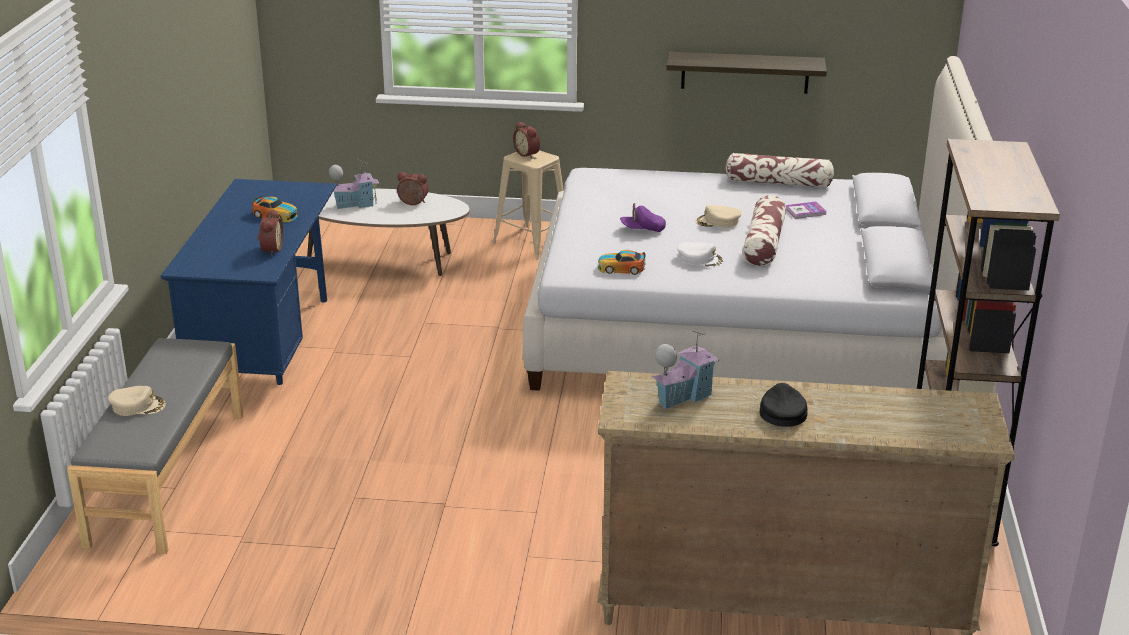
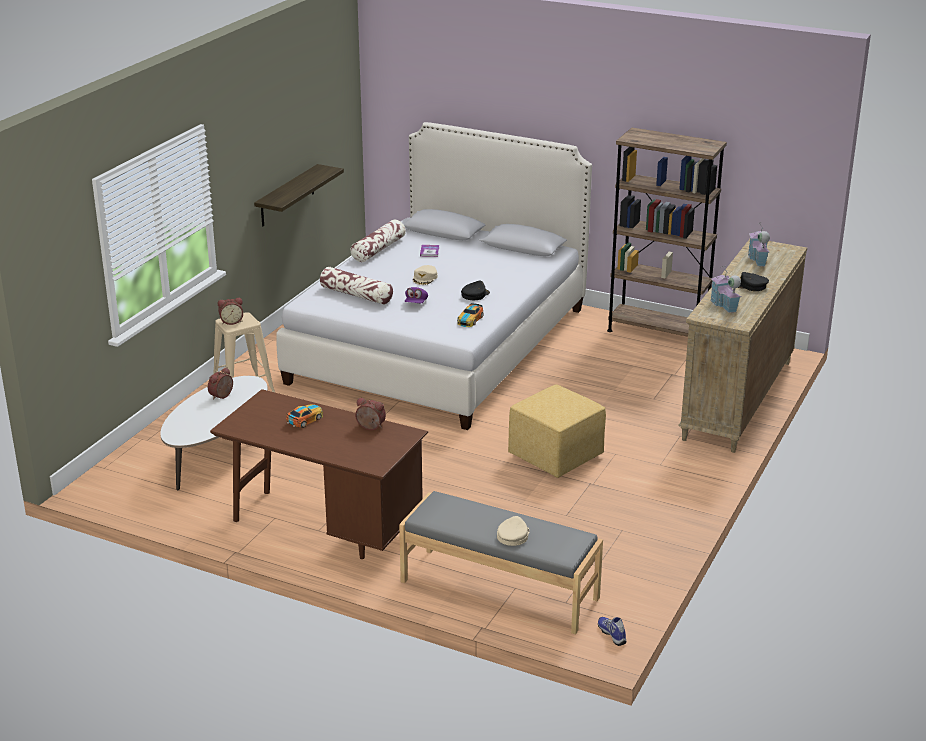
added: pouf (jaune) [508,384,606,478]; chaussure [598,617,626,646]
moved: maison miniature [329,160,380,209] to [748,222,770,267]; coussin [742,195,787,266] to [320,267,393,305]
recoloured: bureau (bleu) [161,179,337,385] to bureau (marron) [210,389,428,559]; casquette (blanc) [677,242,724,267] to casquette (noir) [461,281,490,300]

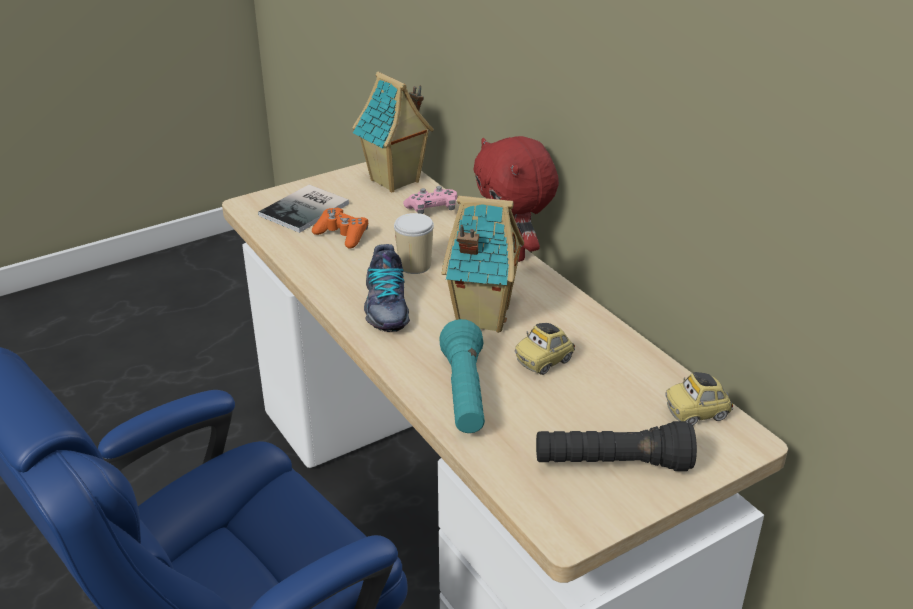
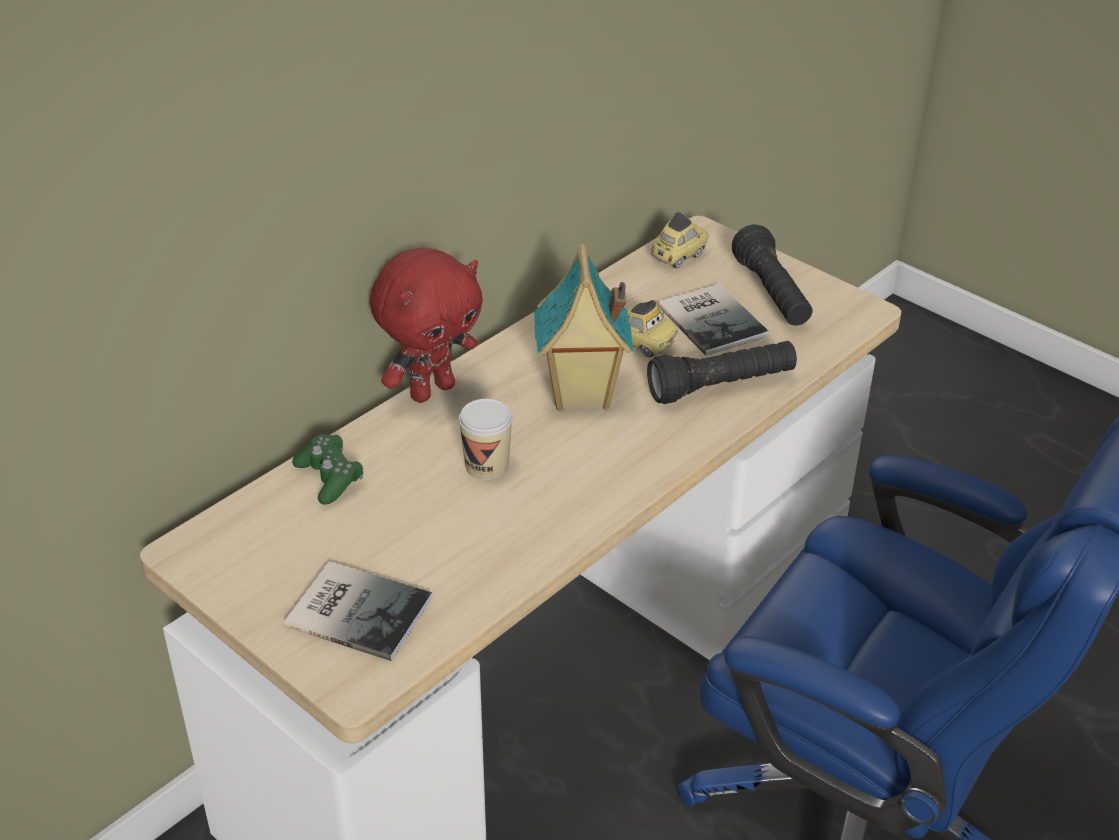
removed: manette (orange) [312,208,368,249]; maison miniature [353,72,434,192]; chaussure [364,244,410,332]
added: livre [657,284,769,356]
recoloured: manette (rose) [403,186,457,214] to manette (vert) [292,434,363,505]; lampe de poche (turquoise) [439,319,485,433] to lampe de poche (noir) [647,341,797,404]
turned: petite voiture [665,372,733,425] = [651,212,708,268] 105 degrees counterclockwise

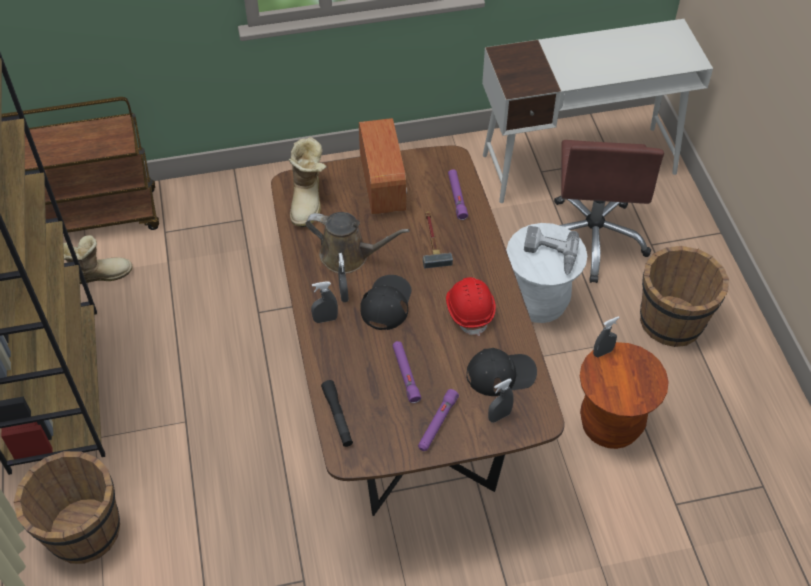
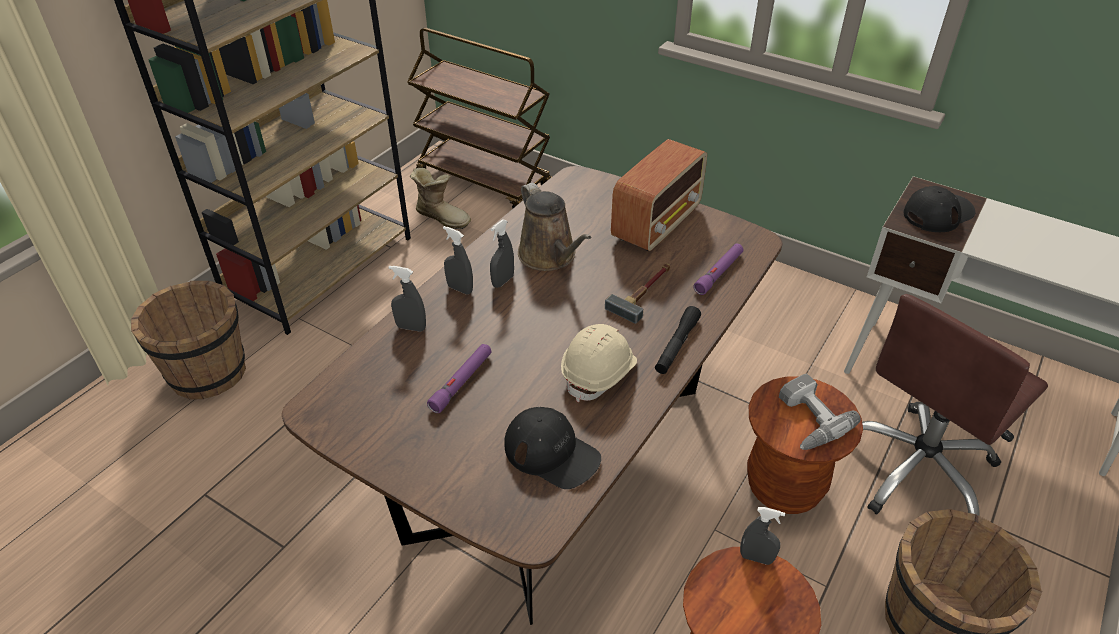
removed: botte [289,137,327,227]; lampe de poche (violet) [418,389,459,451]
moved: lampe de poche (noir) [321,380,353,447] to [655,306,701,374]; casquette (noir) [360,275,411,330] to [904,186,975,232]; vaporisateur (gris) [488,379,514,423] to [389,266,426,332]
recoloured: casque de chantier (rouge) [446,277,496,336] to casque de chantier (beige) [561,324,637,402]; tabouret (blanc) [506,223,587,323] to tabouret (marron) [747,377,863,514]

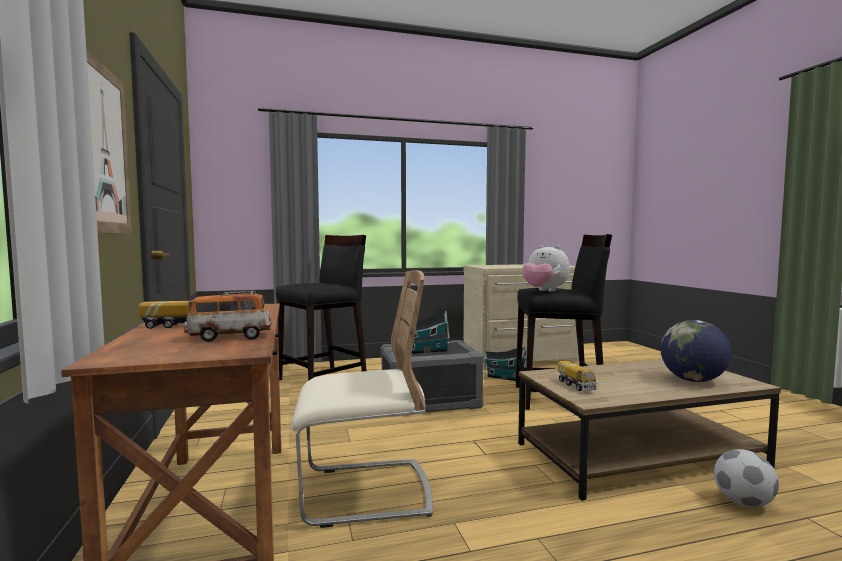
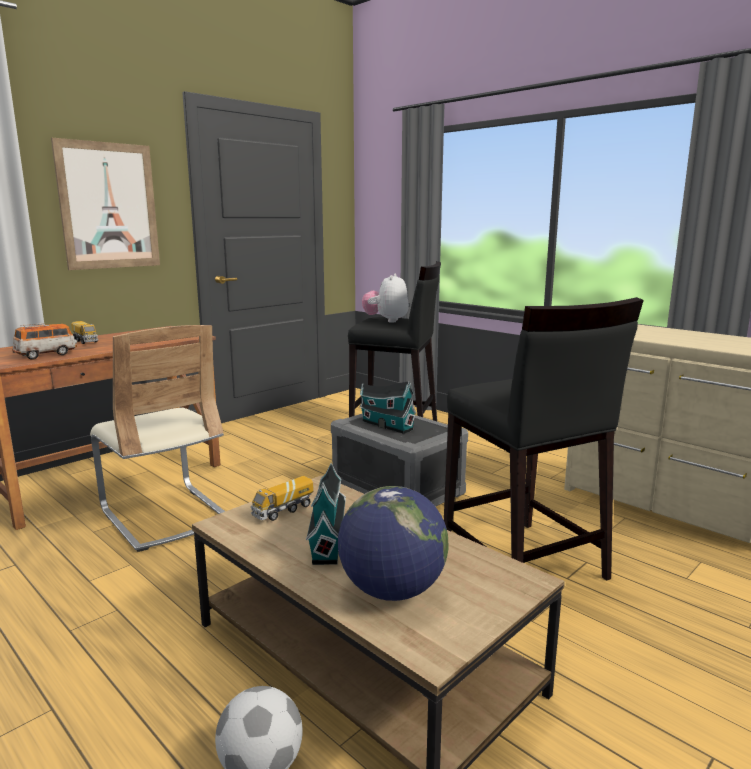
moved: maison miniature [484,347,527,381] to [306,463,346,565]; peluche [522,245,570,292] to [362,274,409,323]
turned: petite voiture [184,291,272,342] = [12,323,77,360] 90 degrees clockwise

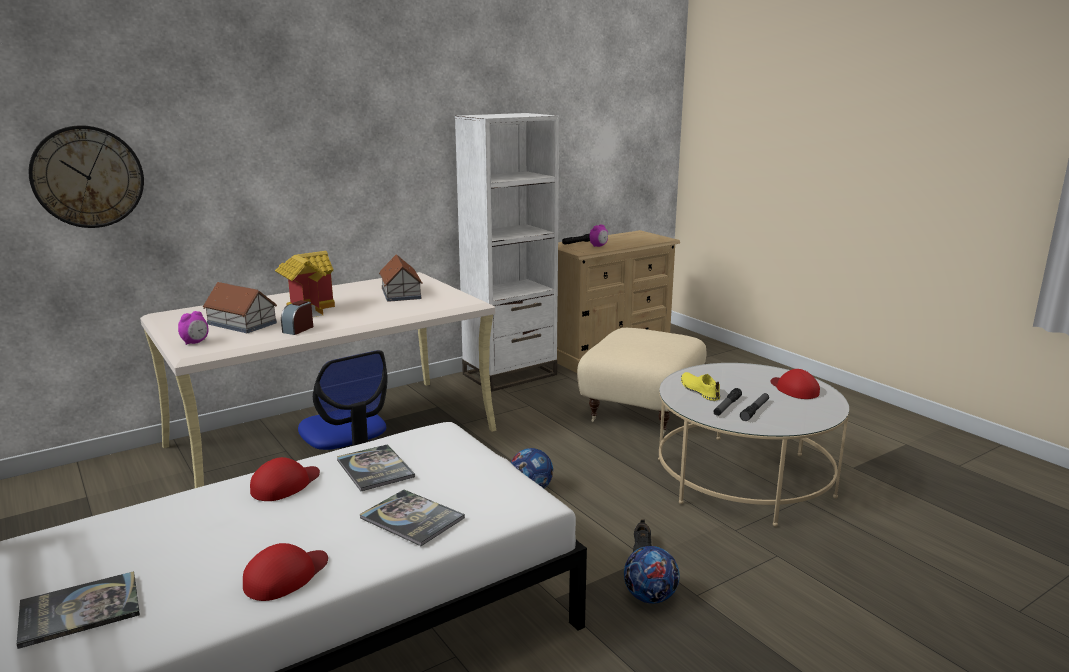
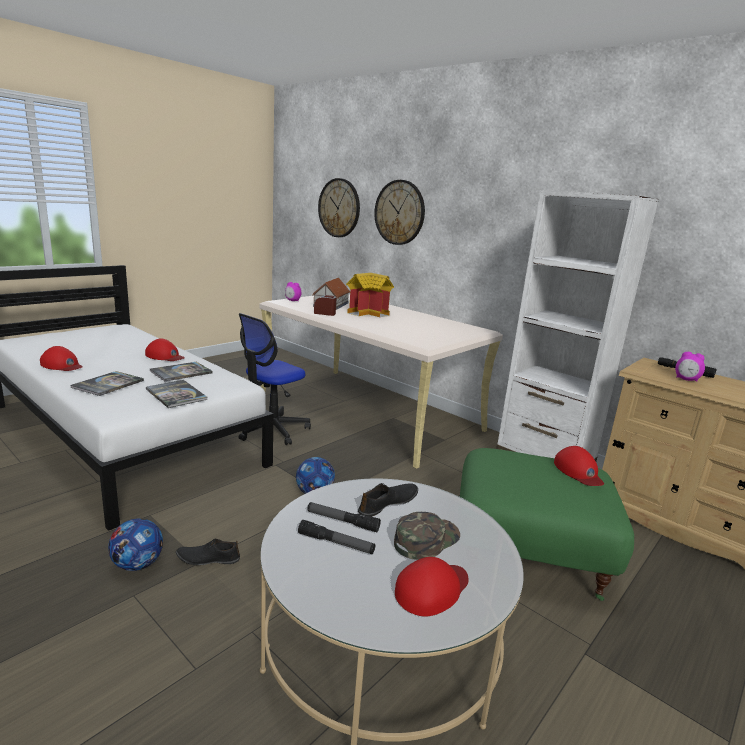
removed: maison miniature [379,254,423,302]
added: horloge murale [374,180,425,245]; casquette (vert) [394,512,460,560]; casquette (rouge) [554,446,604,486]
moved: livre [17,571,140,649] to [146,380,208,408]
recoloured: pouf (beige) [577,328,706,435] to pouf (vert) [460,448,634,601]; chaussure (jaune) [681,372,720,401] to chaussure (noir) [358,483,418,517]

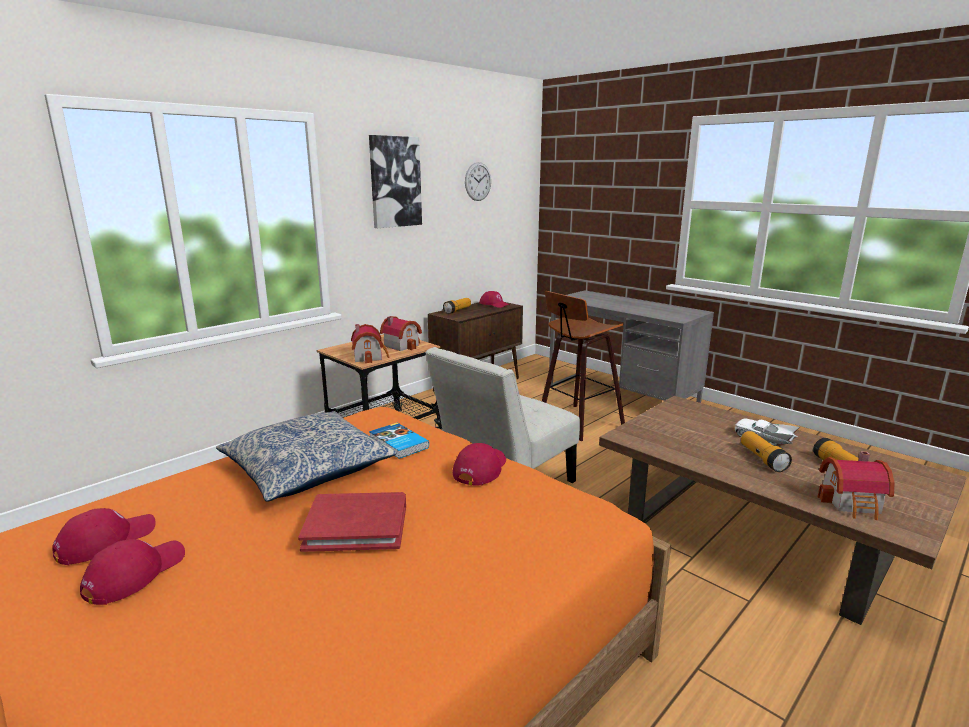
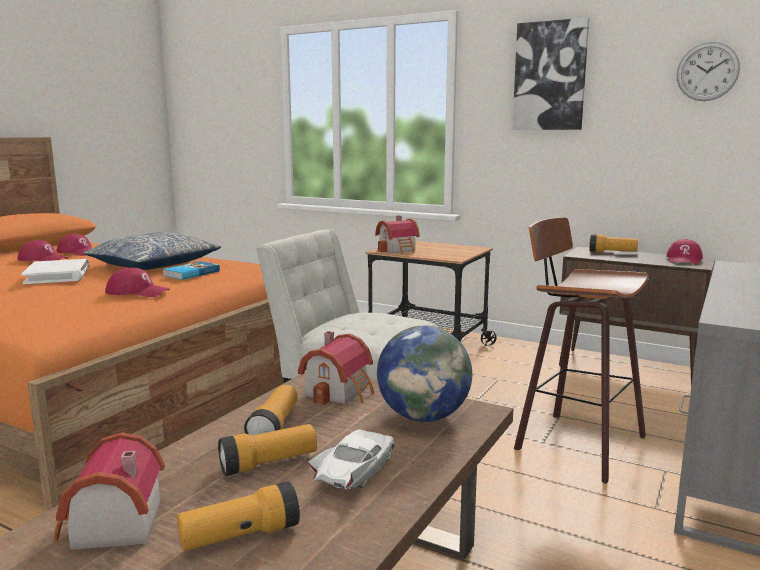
added: lampe de poche [244,385,297,435]; globe [377,326,472,422]
moved: maison miniature [380,316,422,351] to [298,331,374,405]
recoloured: livre (rouge) [298,492,406,552] to livre (blanc) [22,259,90,284]

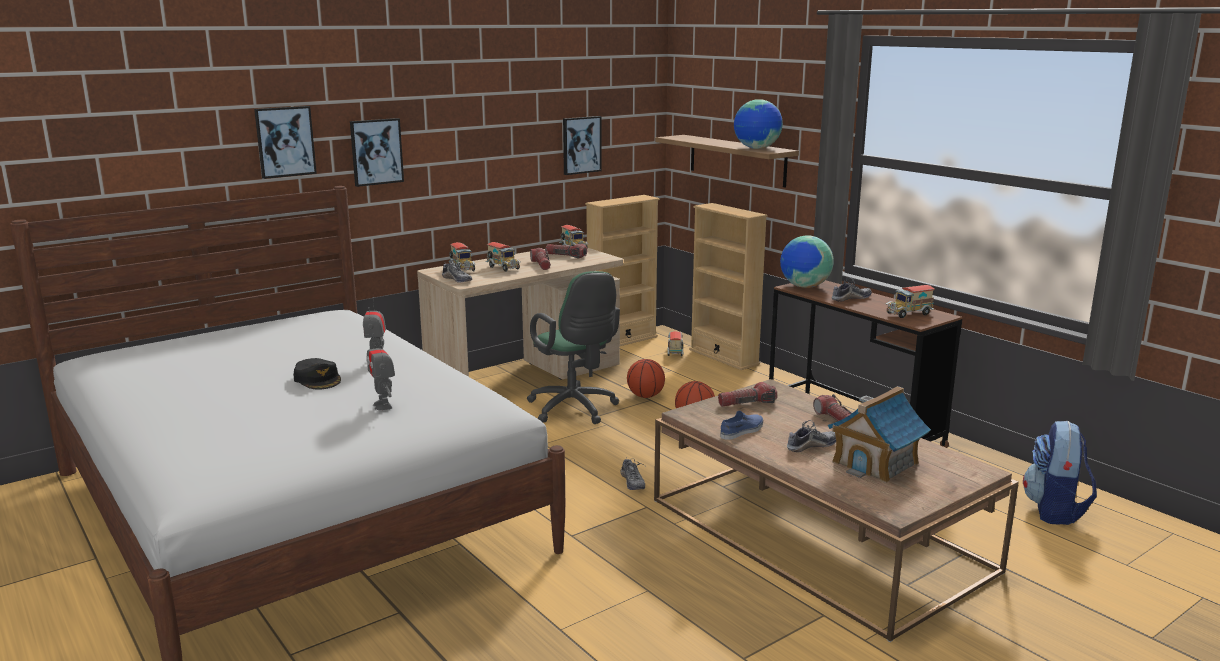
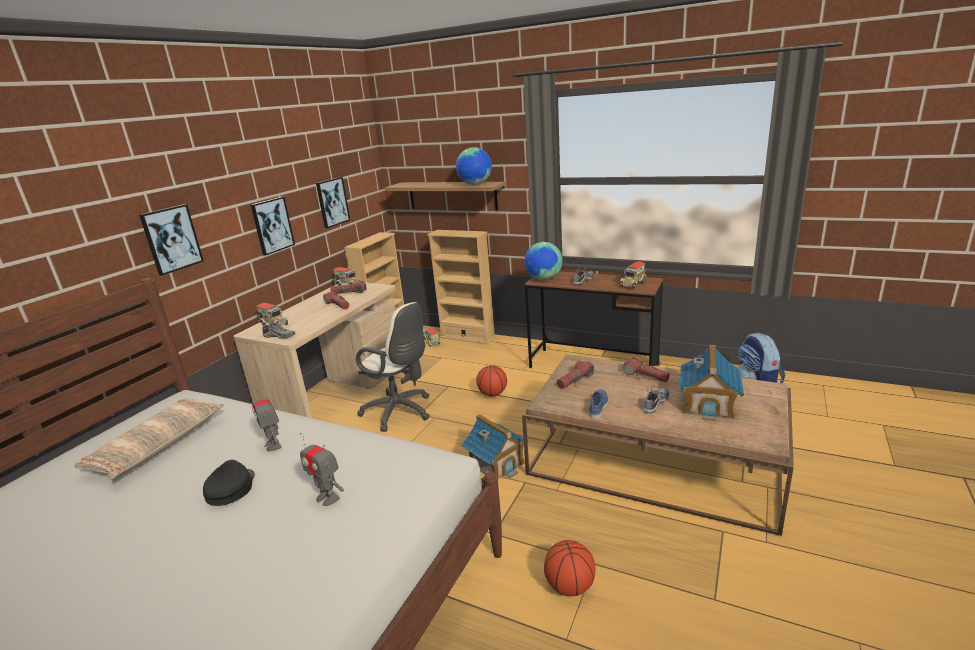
removed: camion jouet [485,242,521,272]
added: coussin [74,398,224,480]
moved: tableau [254,106,317,179] to [251,197,295,256]; ballon de basket [627,359,665,398] to [544,540,596,596]
replaced: chaussure [620,457,645,490] to maison miniature [462,414,525,478]
recoloured: chaise de bureau (vert) [527,271,620,424] to chaise de bureau (blanc) [356,302,430,432]
turned: casquette (noir) [293,358,341,390] = [203,460,254,506] 120 degrees counterclockwise

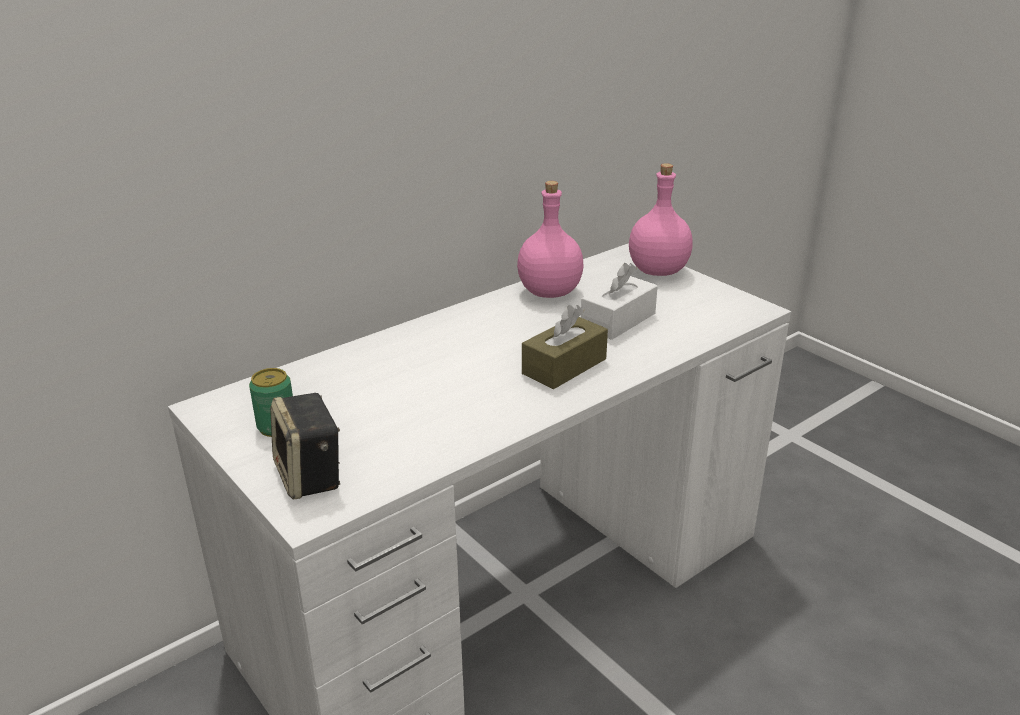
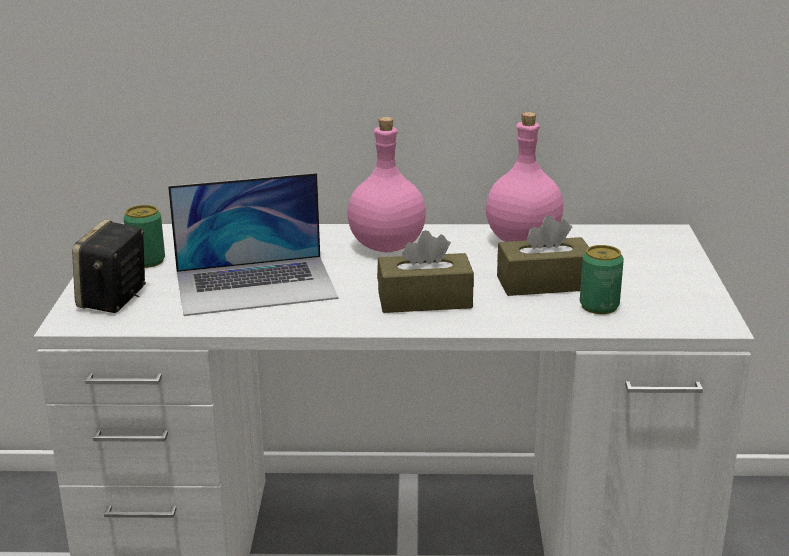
added: ordinateur portable [168,173,339,316]; boîte métallique [580,245,624,314]
moved: bouteille (rose) [629,163,693,276] to [347,117,426,253]
recoloured: boîte à mouchoirs (blanc) [581,263,658,340] to boîte à mouchoirs (marron) [497,215,589,296]

